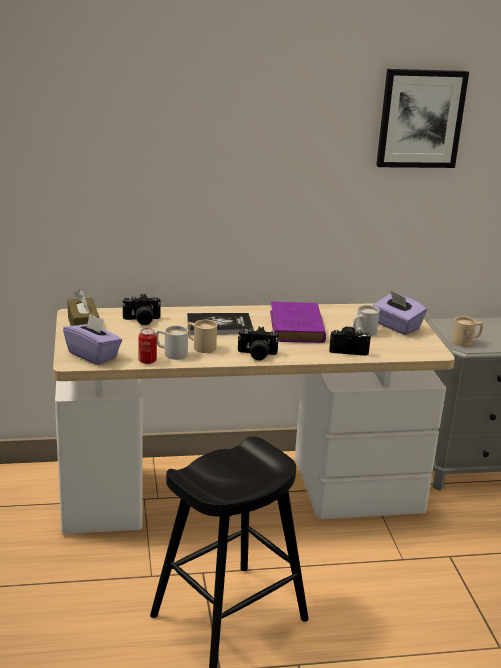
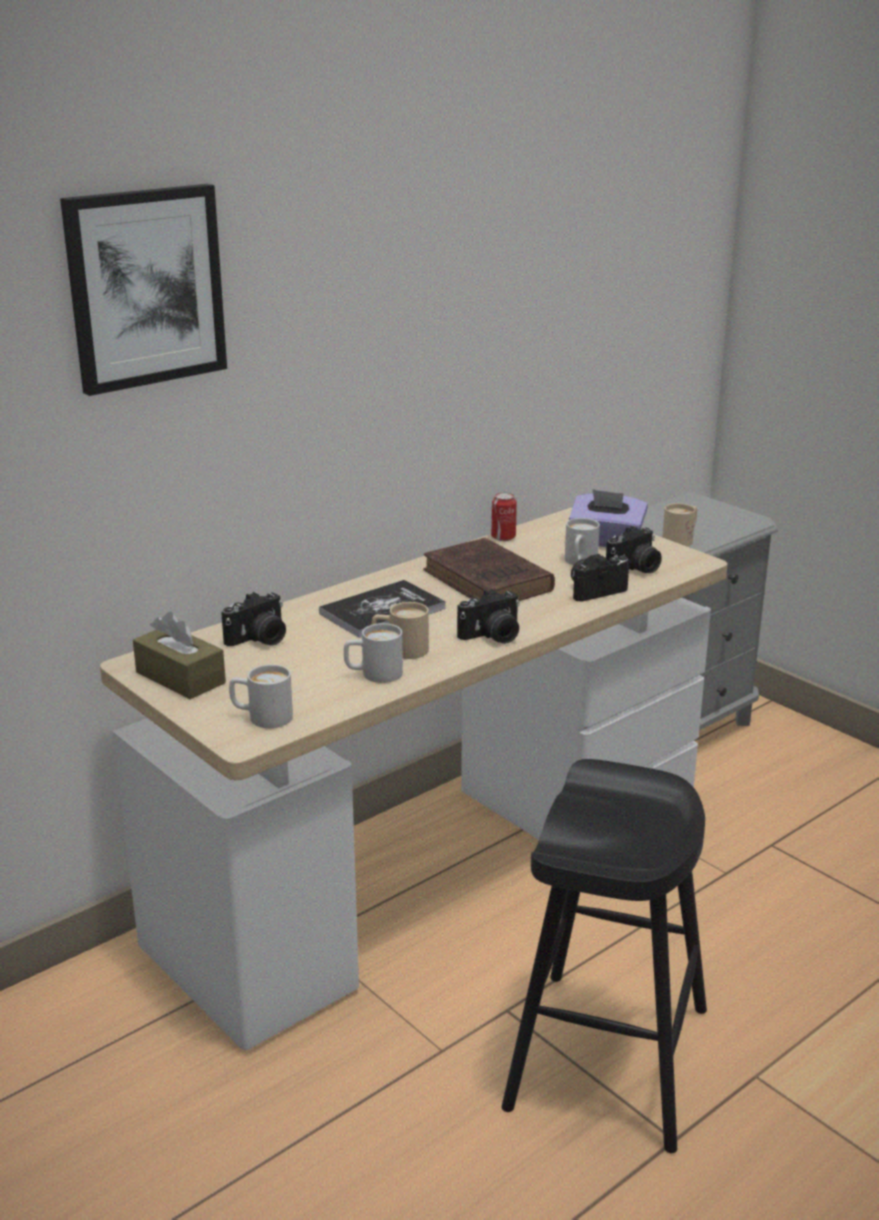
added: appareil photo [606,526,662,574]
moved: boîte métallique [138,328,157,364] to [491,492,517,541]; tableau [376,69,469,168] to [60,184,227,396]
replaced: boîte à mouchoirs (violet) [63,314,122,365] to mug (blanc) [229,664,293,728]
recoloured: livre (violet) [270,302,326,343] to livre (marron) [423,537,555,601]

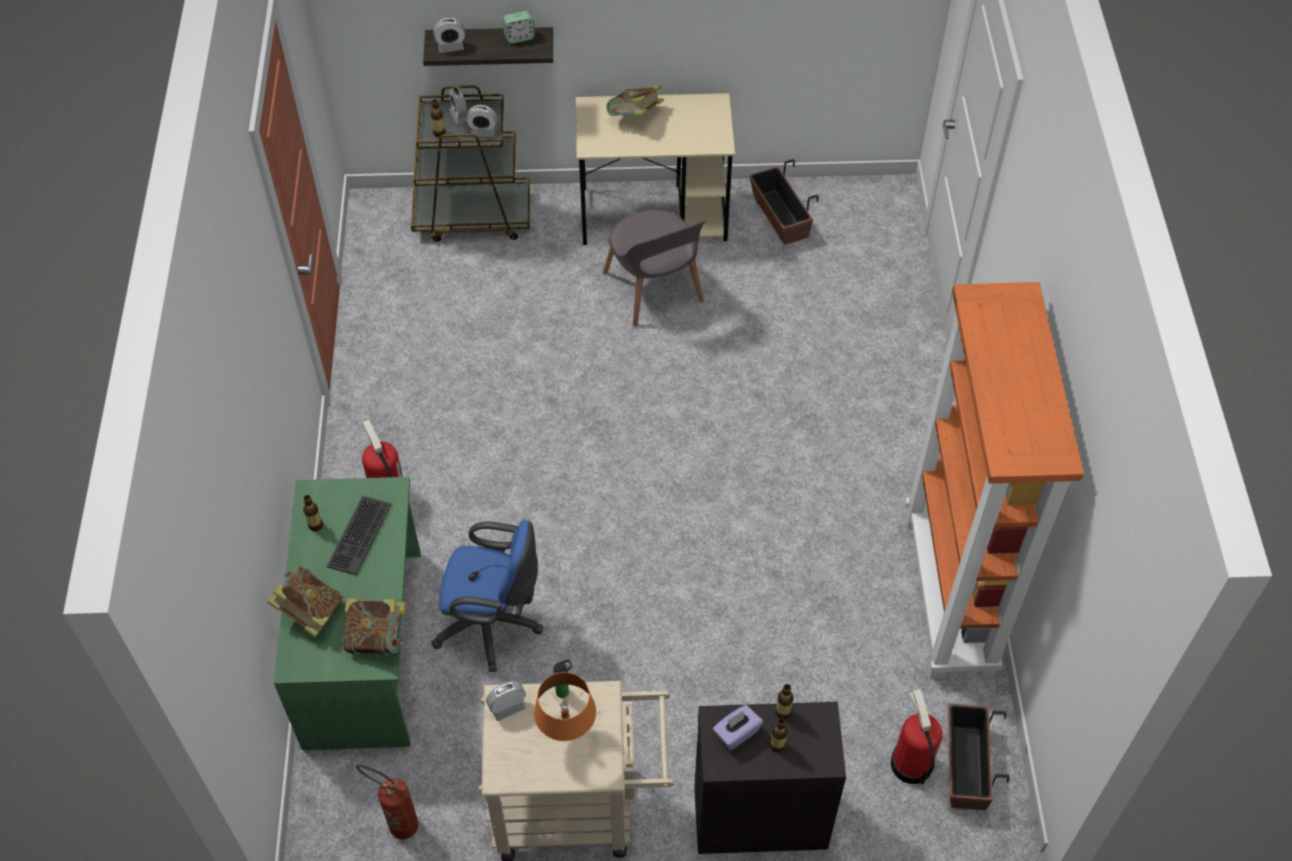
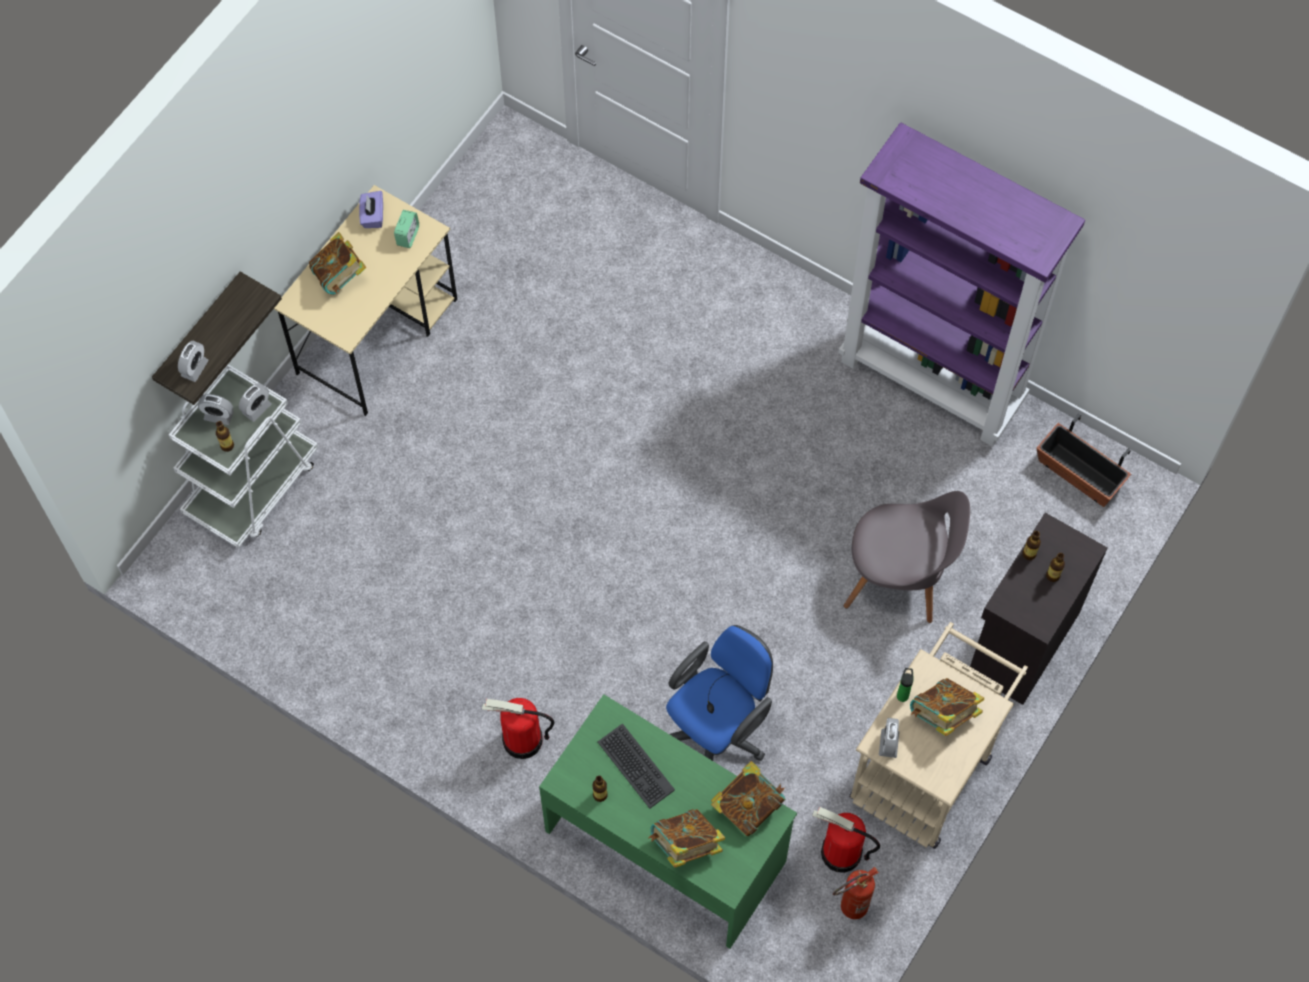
removed: cache-pot [749,159,819,245]
moved: réveil [503,11,535,44] to [394,210,419,248]; chaise (gris) [603,210,705,327] to [844,491,970,623]; boîte à mouchoirs (violet) [713,705,763,751] to [359,191,383,228]; extincteur [891,689,942,784] to [812,807,880,873]
replaced: lampe de table (orange) [534,672,596,741] to livre [910,678,984,736]
recoloured: chariot (marron) [411,85,530,242] to chariot (blanc) [169,364,318,548]; bibliothèque (orange) [905,282,1084,679] to bibliothèque (violet) [838,122,1085,447]

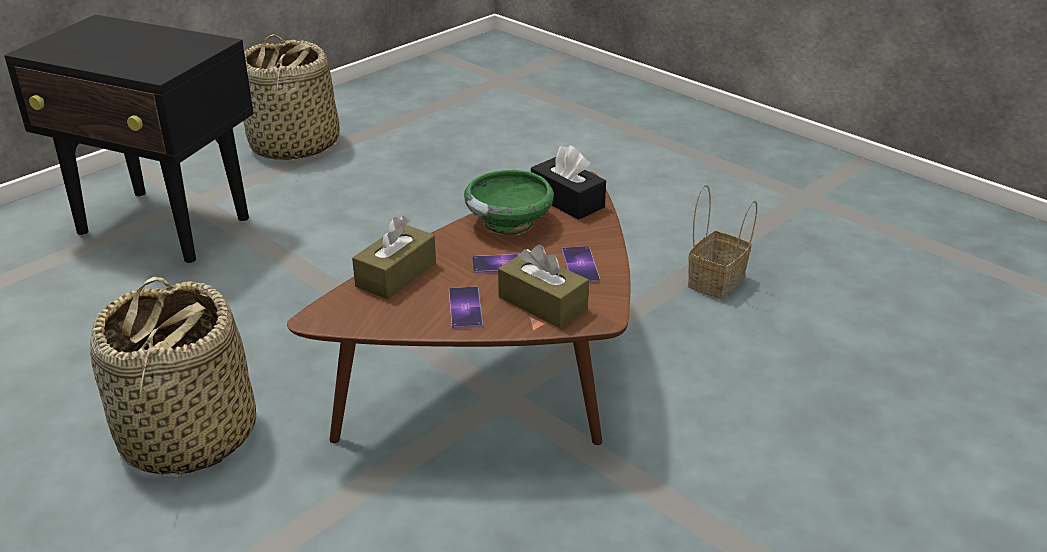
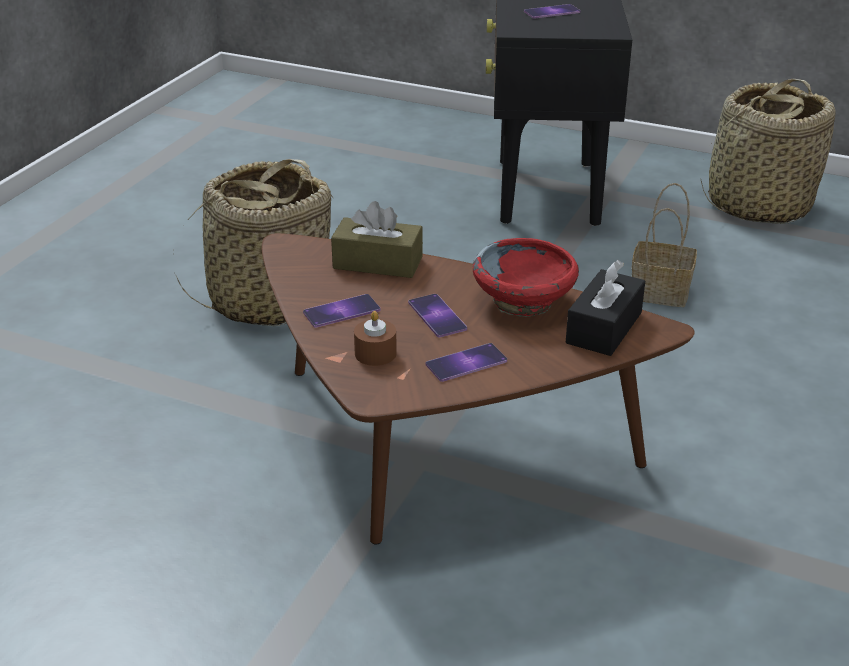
added: téléphone [524,4,580,19]
moved: panier [688,185,757,300] to [632,183,697,307]
replaced: boîte à mouchoirs (marron) [498,245,589,328] to bougie (marron) [354,311,397,366]
recoloured: bol (vert) [464,170,554,235] to bol (rouge) [473,238,579,317]

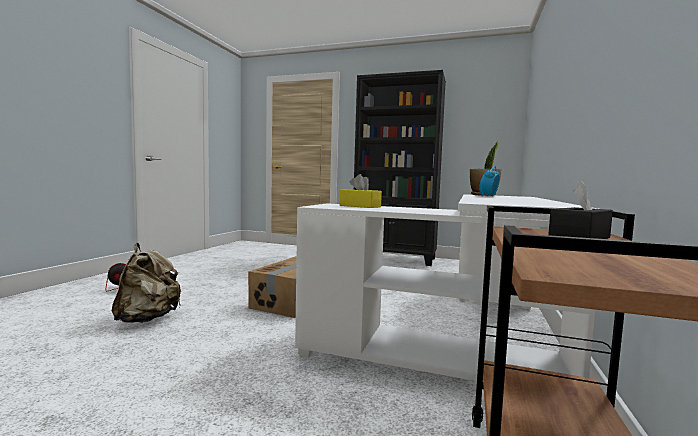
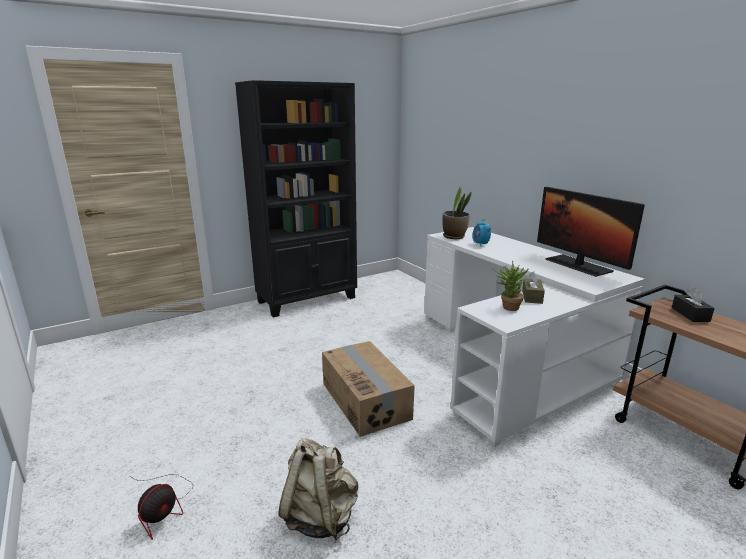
added: boîte à mouchoirs (marron) [522,271,545,304]; écran d'ordinateur [537,187,645,277]
replaced: boîte à mouchoirs (jaune) [340,174,382,208] to plante en pot [493,260,528,311]

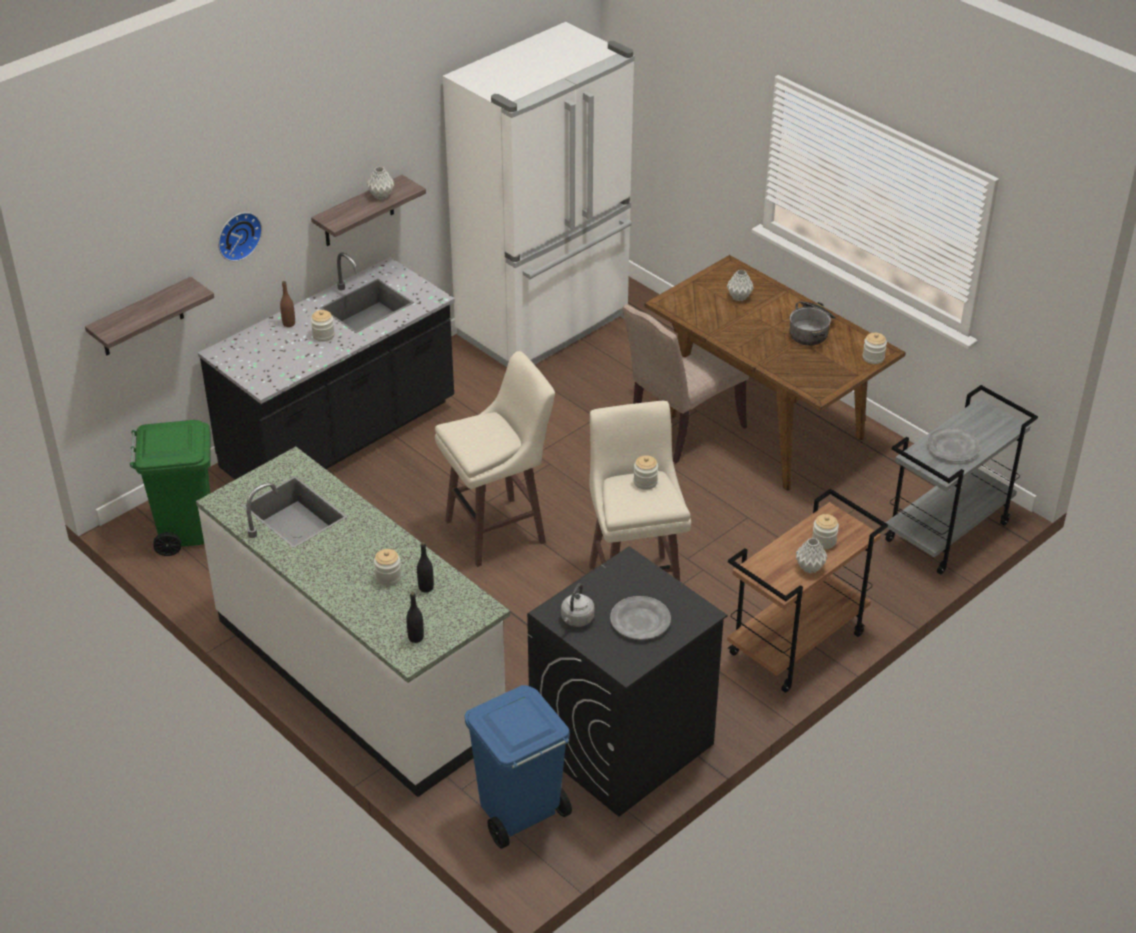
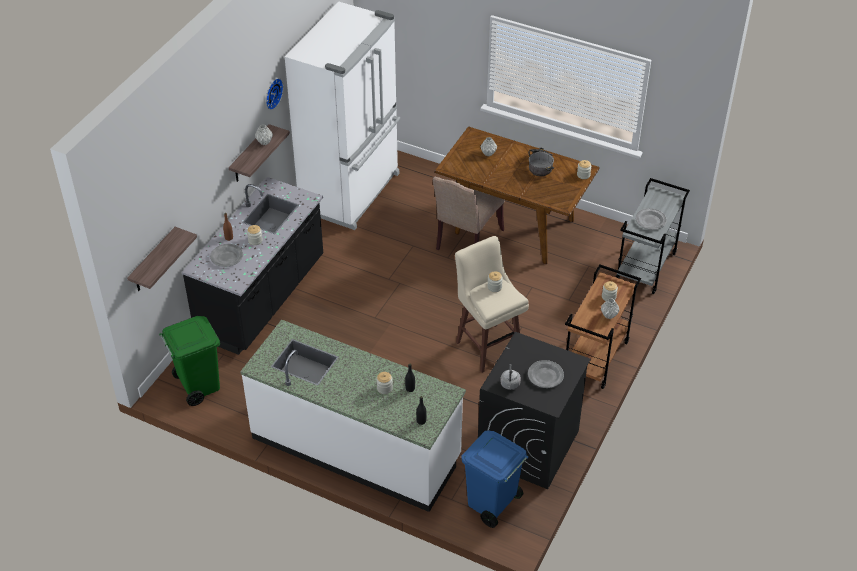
removed: tabouret (beige) [435,351,555,567]
added: assiette (gris) [210,244,243,267]
moved: horloge murale [218,212,262,261] to [266,78,284,110]

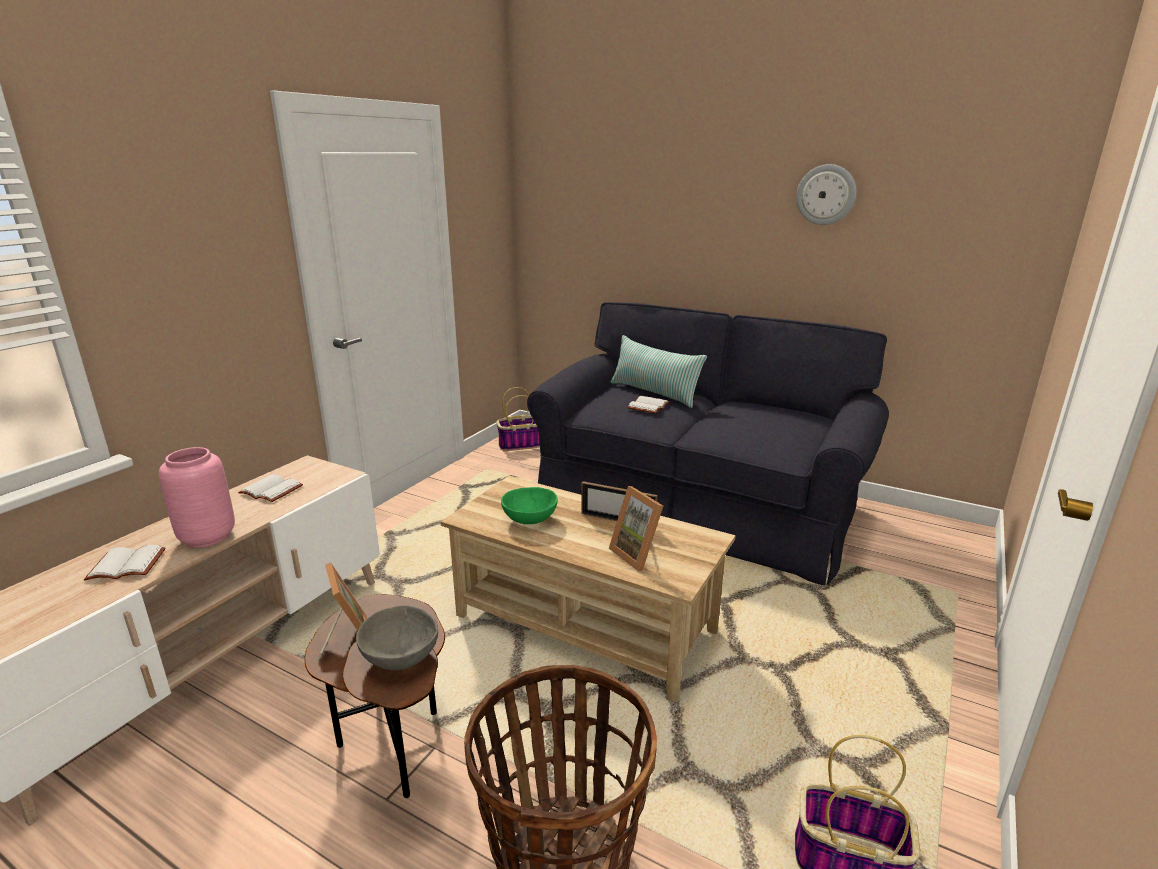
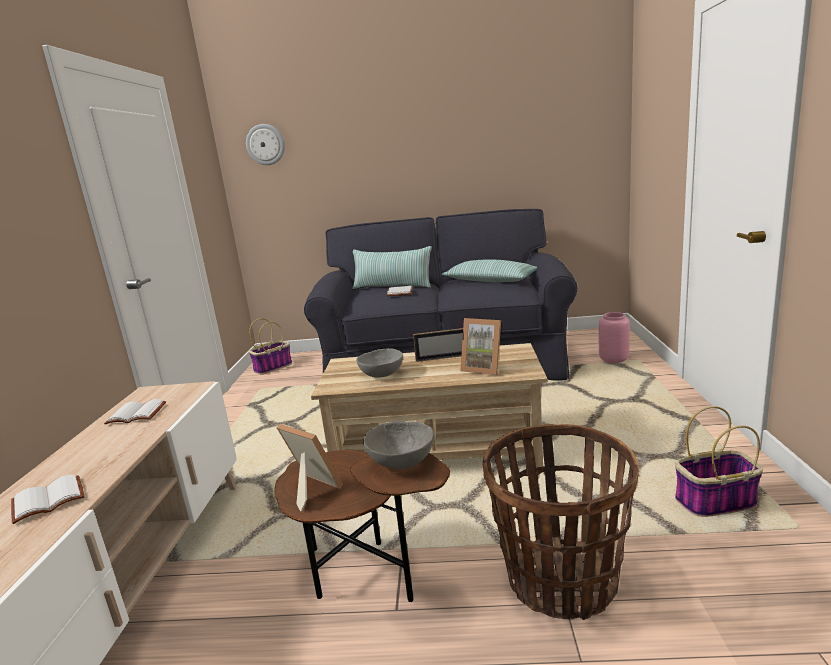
added: coussin [442,260,537,282]
moved: vase (rose) [159,447,235,548] to [599,312,630,363]; horloge murale [796,164,856,225] to [246,124,285,165]
recoloured: bol (vert) [501,487,558,524] to bol (gris) [356,348,403,378]

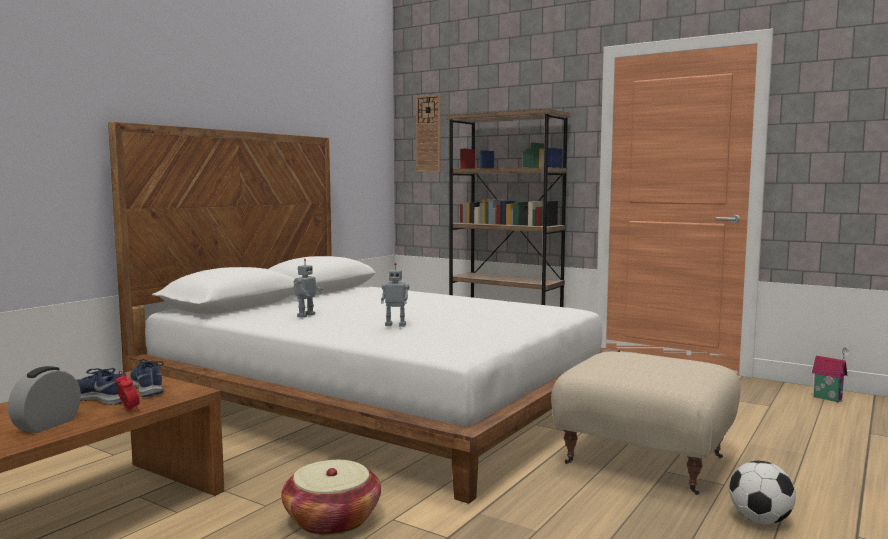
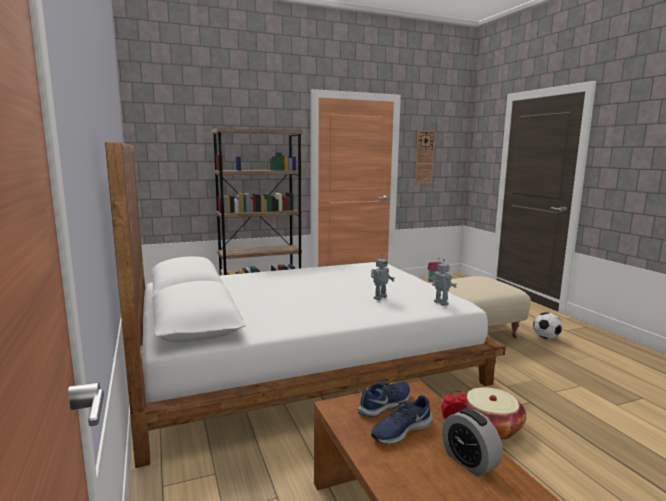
moved: robot jouet [293,259,323,318] to [432,259,457,306]; horloge murale [416,95,441,172] to [415,131,435,184]
turned: chaussure (bleu) [130,359,164,397] = [358,379,410,417] 135 degrees clockwise

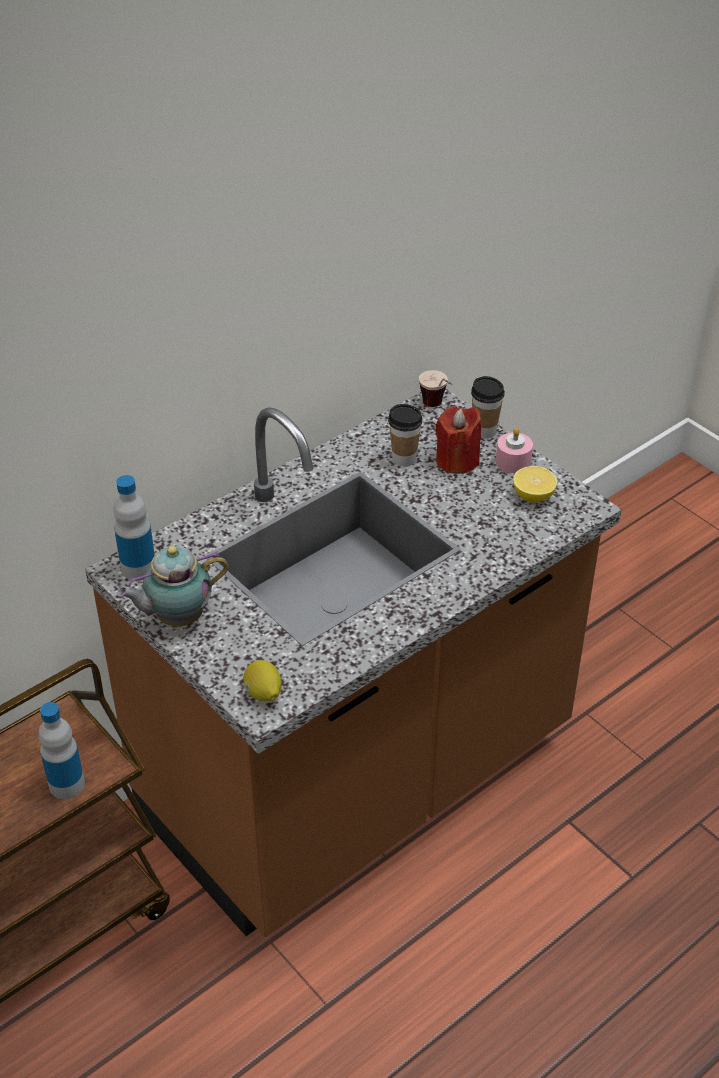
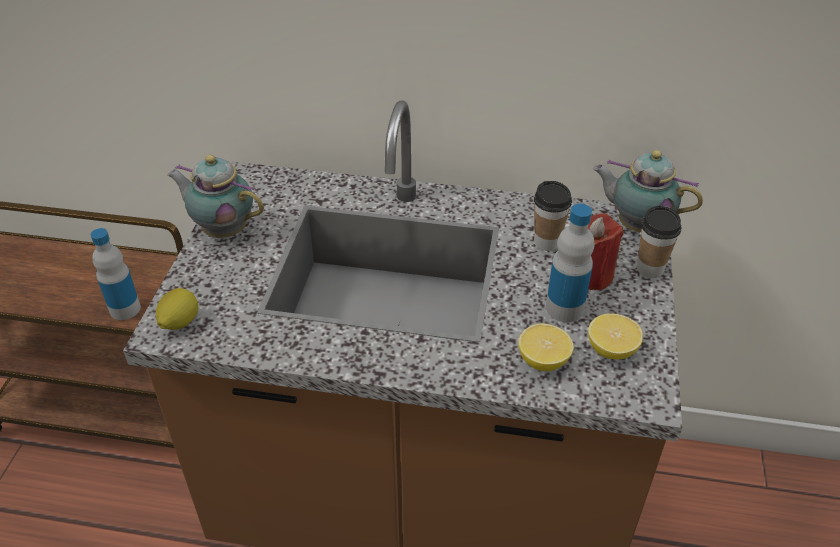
removed: bougie (rose) [496,428,533,473]
added: citron [518,324,574,371]
moved: bouteille [113,475,155,581] to [546,204,594,322]
replaced: tasse [419,370,452,407] to théière [593,150,703,233]

